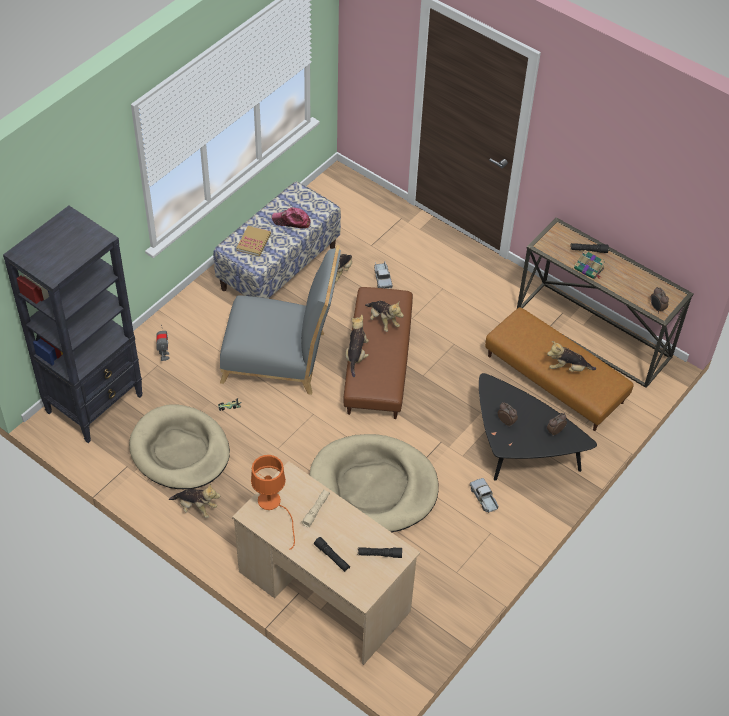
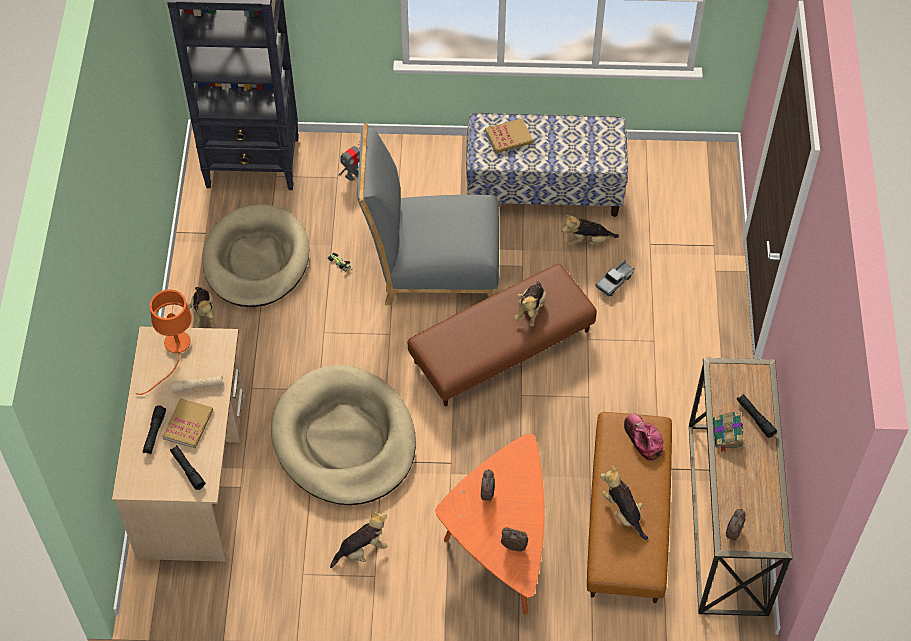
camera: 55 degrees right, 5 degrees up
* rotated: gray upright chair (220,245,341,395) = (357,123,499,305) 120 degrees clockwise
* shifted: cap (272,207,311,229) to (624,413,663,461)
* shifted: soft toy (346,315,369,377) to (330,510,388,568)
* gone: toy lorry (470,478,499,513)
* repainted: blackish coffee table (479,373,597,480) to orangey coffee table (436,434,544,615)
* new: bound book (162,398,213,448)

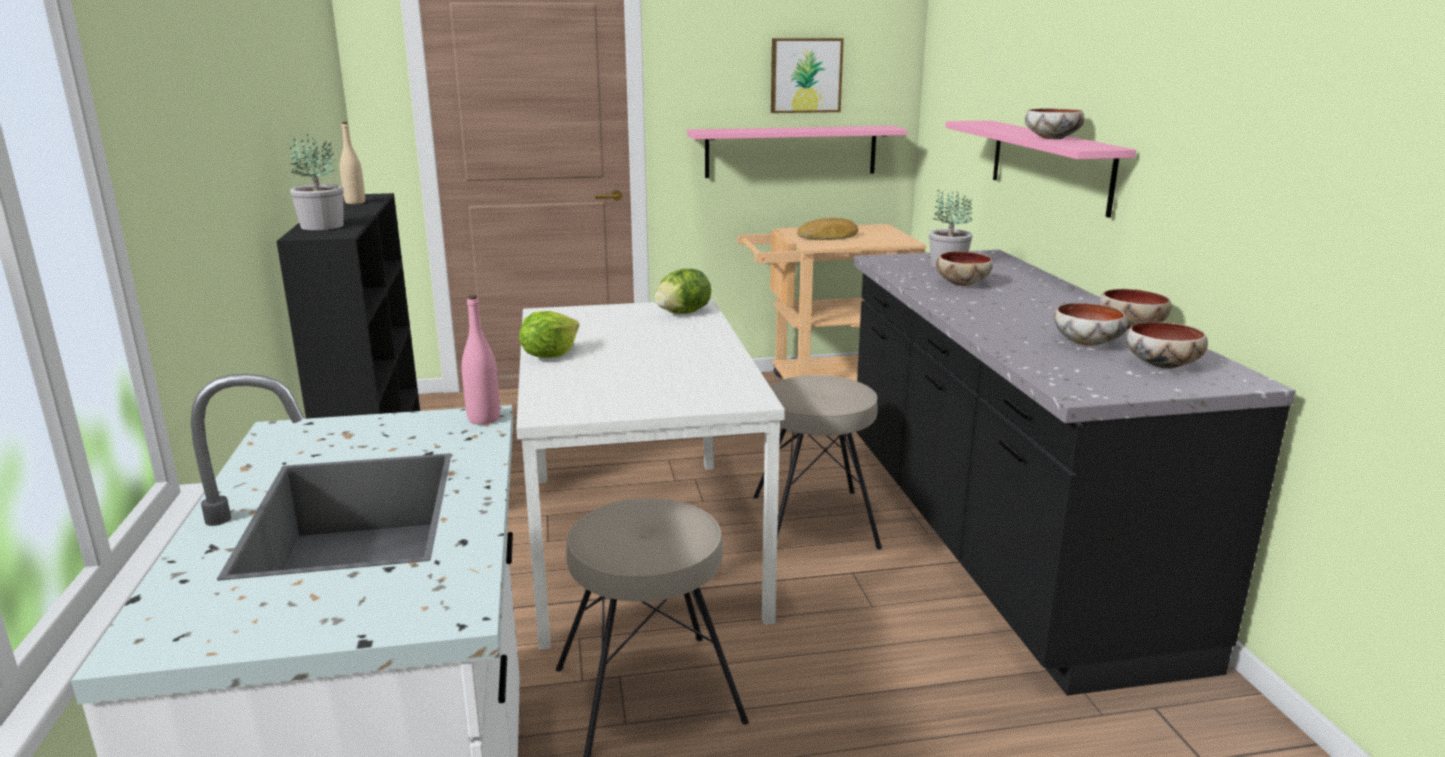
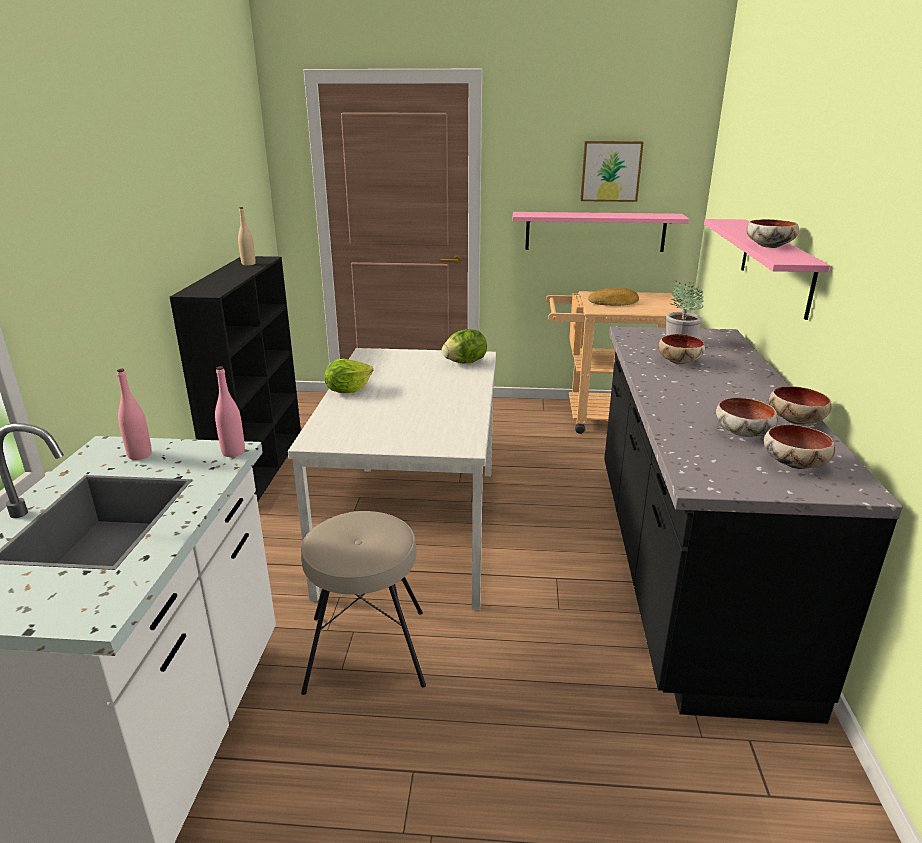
camera: 15 degrees right, 5 degrees up
* gone: plant in a pot (290,133,344,230)
* gone: beige stool (753,375,882,549)
* new: pinkish beverage bottle (117,368,152,460)

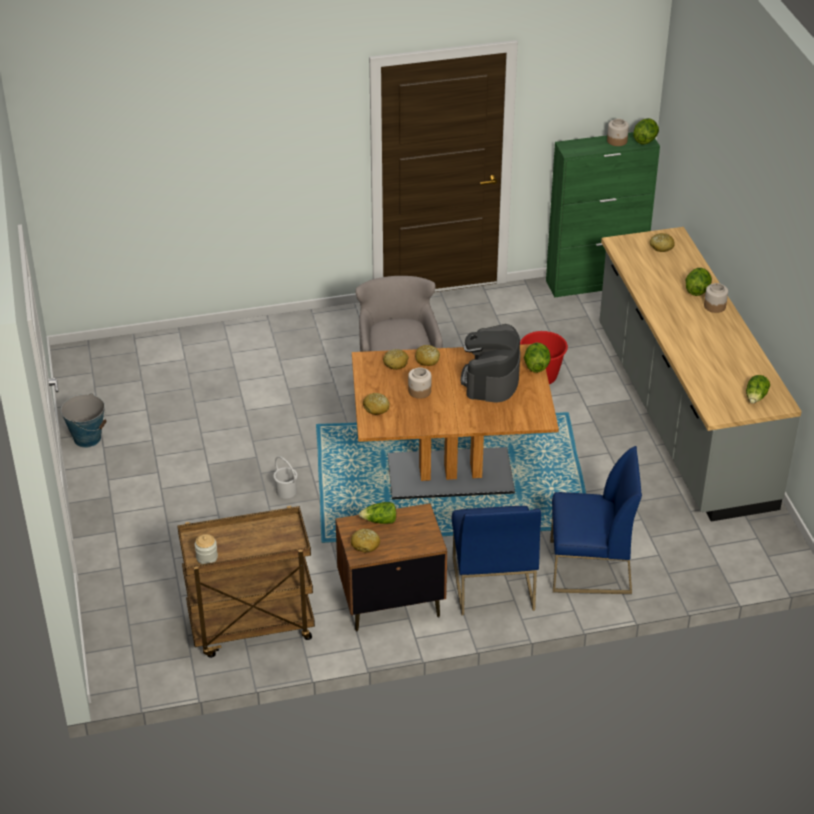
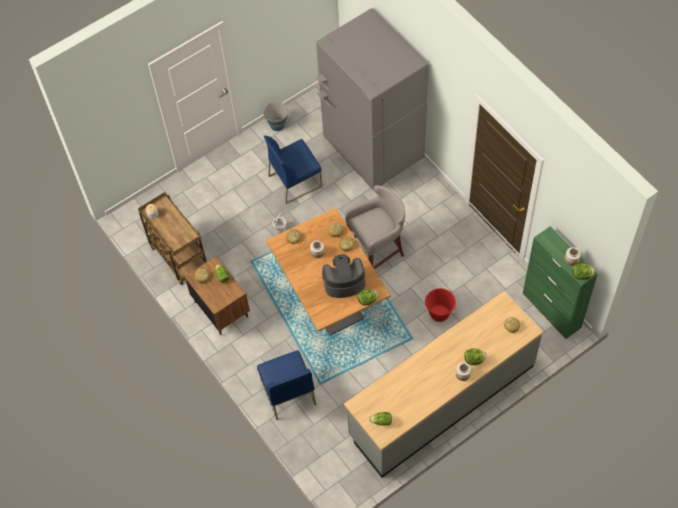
camera: 70 degrees right, 20 degrees up
* shifted: blue-coloured upright chair (452,506,541,615) to (264,136,322,204)
* new: gray fridge (316,8,429,191)

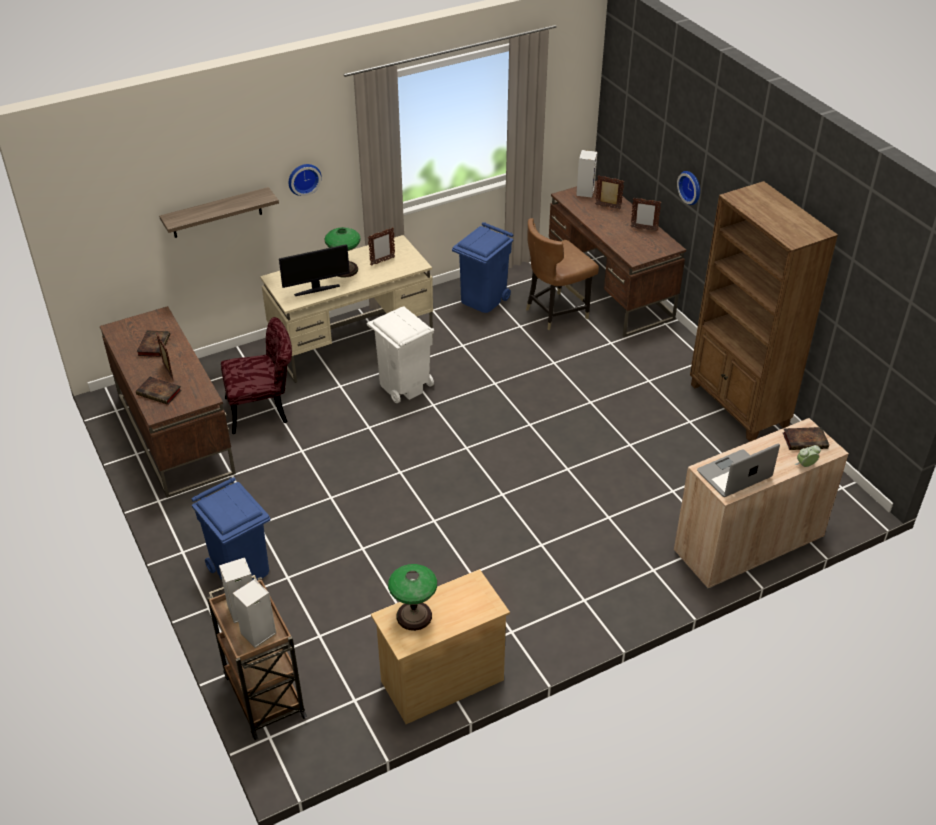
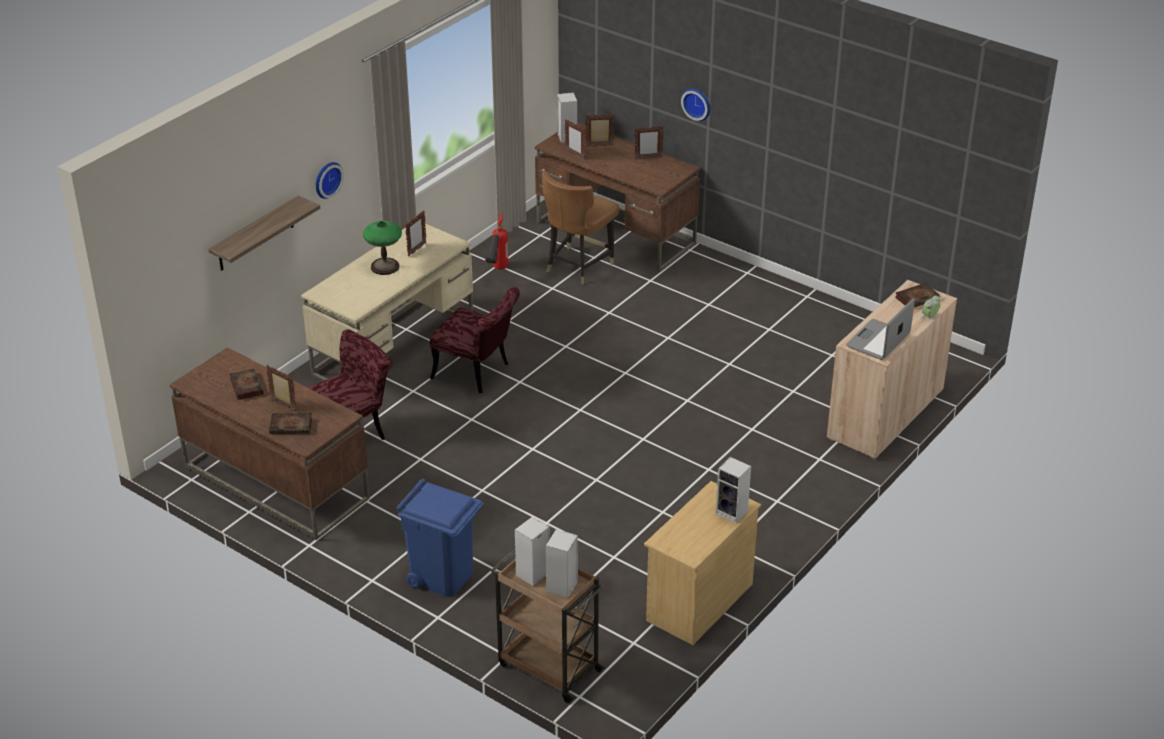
camera: 25 degrees left, 5 degrees down
* gone: computer screen (279,244,350,296)
* swapped: whitish rubbish bin (367,307,434,403) to red upright chair (430,287,520,393)
* gone: lamp for a table (388,564,437,631)
* swapped: blue-coloured rubbish bin (452,222,513,313) to fire-fighting cylinder (485,212,508,269)
* gone: brown-coloured bookshelf (690,181,838,442)
* new: standing frame (564,119,586,160)
* new: speaker (716,457,751,523)

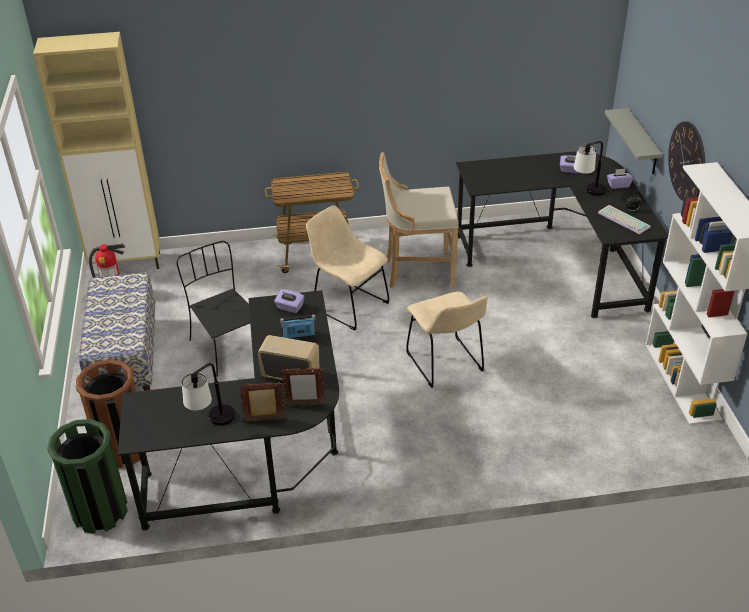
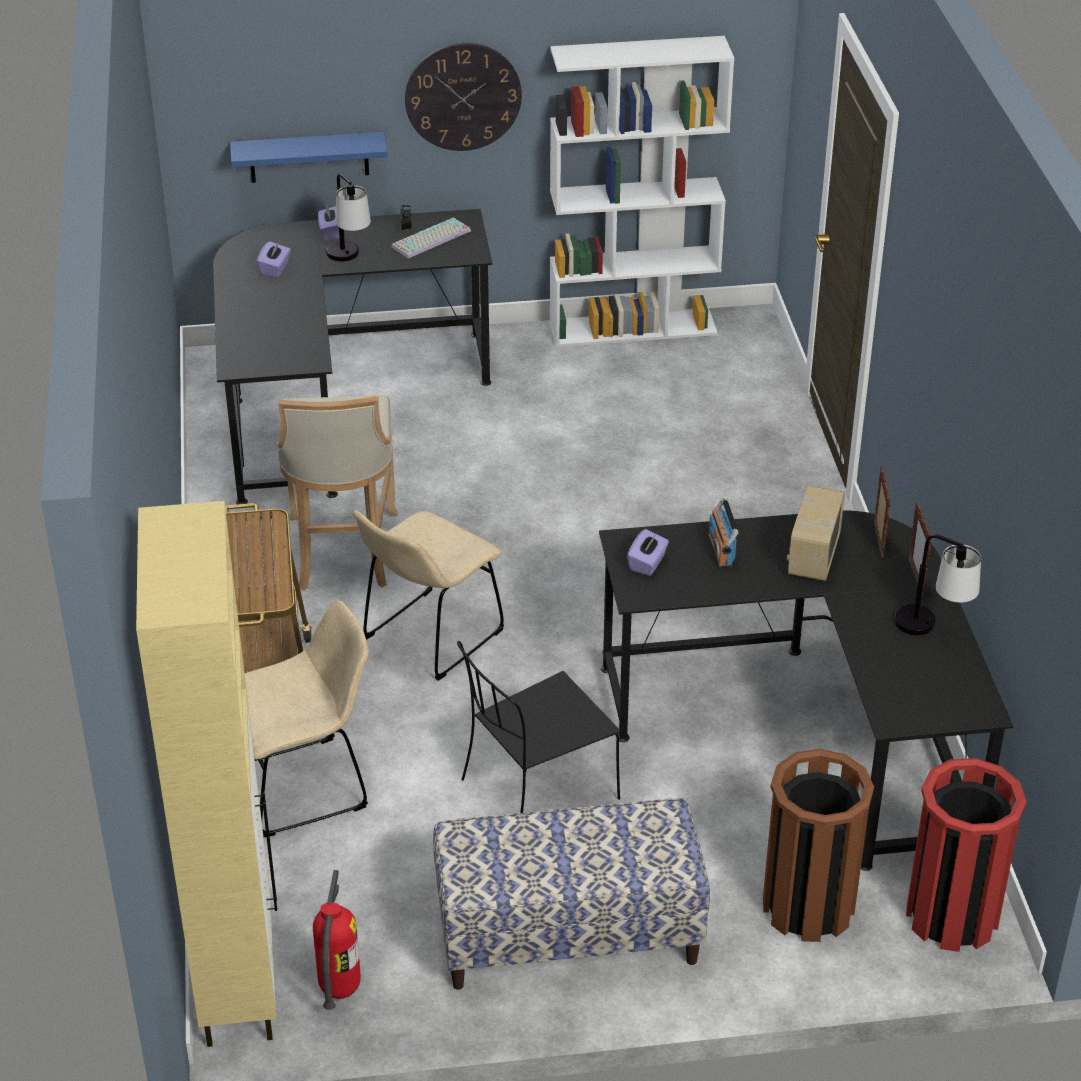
camera: 90 degrees left, 0 degrees up
* repainted: green rubbish bin (47,419,128,534) to red rubbish bin (906,758,1027,952)
* shifted: beige upright chair (406,291,488,388) to (245,600,369,837)
* repainted: gray bracket shelf (605,108,663,174) to blue-coloured bracket shelf (230,132,388,183)

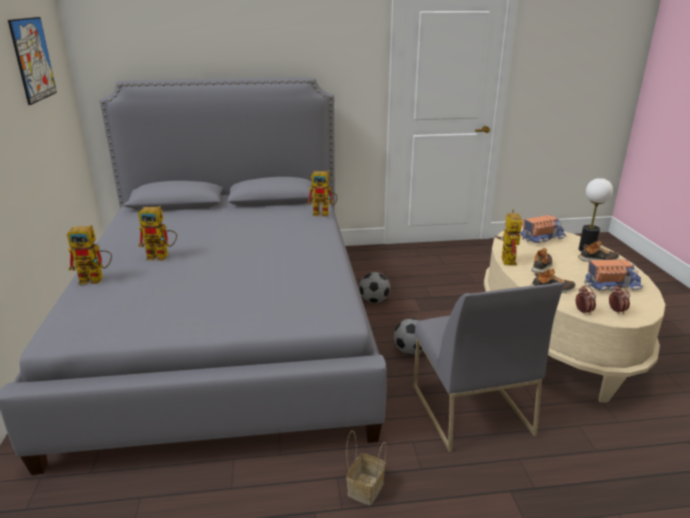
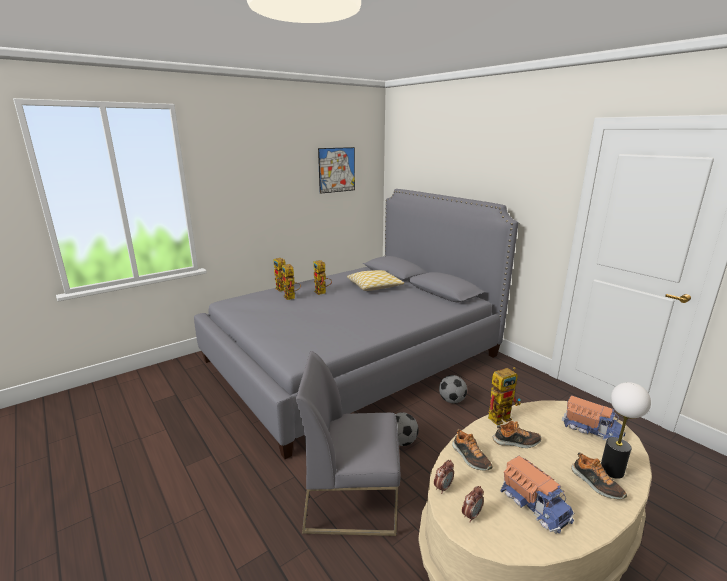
camera: 60 degrees right, 5 degrees down
* shifted: toy robot (307,170,337,216) to (282,264,301,300)
* gone: household basket (346,430,386,505)
* rotated: gray upright chair (413,282,563,453) = (296,351,401,536) 45 degrees clockwise
* new: cushion (347,270,404,291)

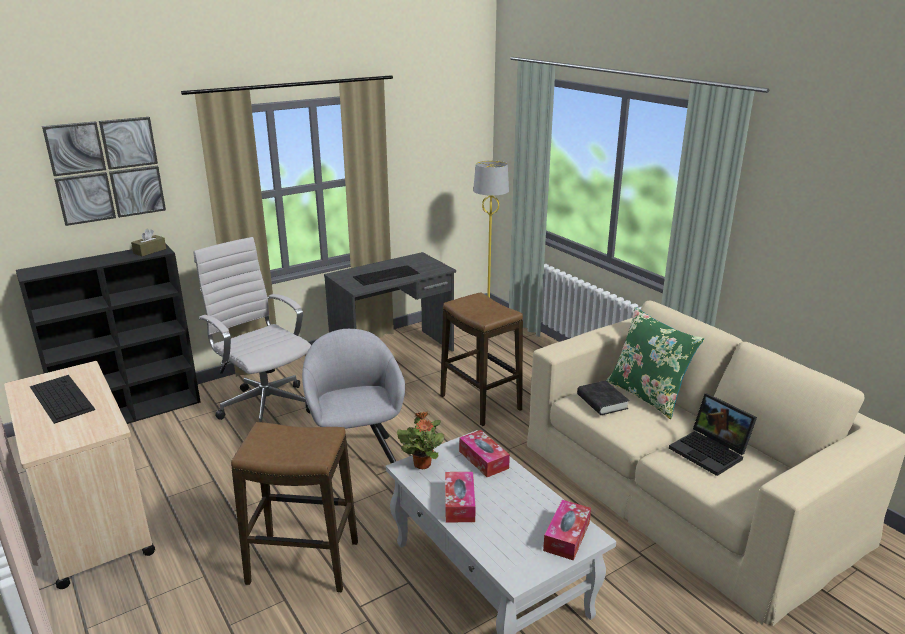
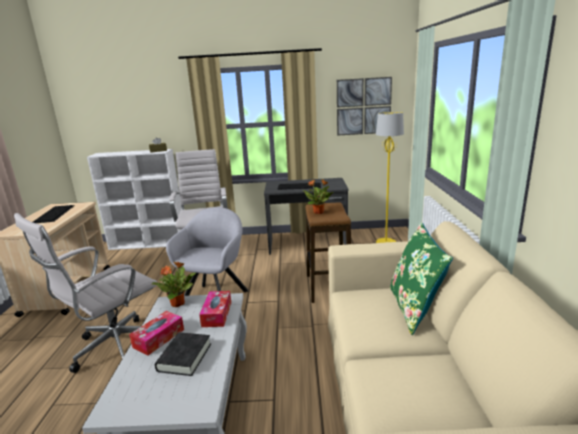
camera: 35 degrees right, 5 degrees down
* repainted: blackish bookshelf (16,243,201,424) to whitish bookshelf (87,149,182,250)
* shifted: wall art (42,117,166,226) to (337,77,392,136)
* swapped: stool (231,422,358,592) to whitish office chair (14,213,158,373)
* gone: tissue holder (543,500,591,561)
* shifted: blackish bound book (577,381,629,415) to (155,332,211,376)
* gone: notebook computer (669,393,757,476)
* new: plant in a pot (303,179,334,214)

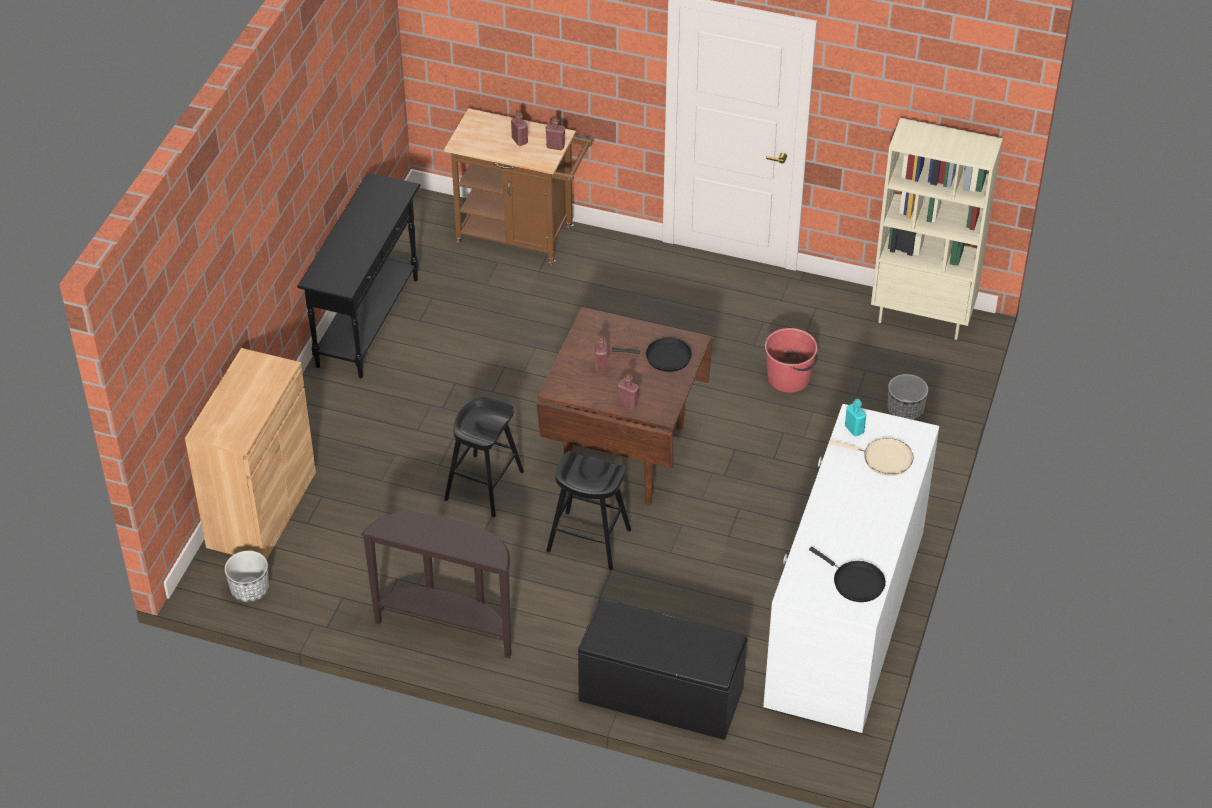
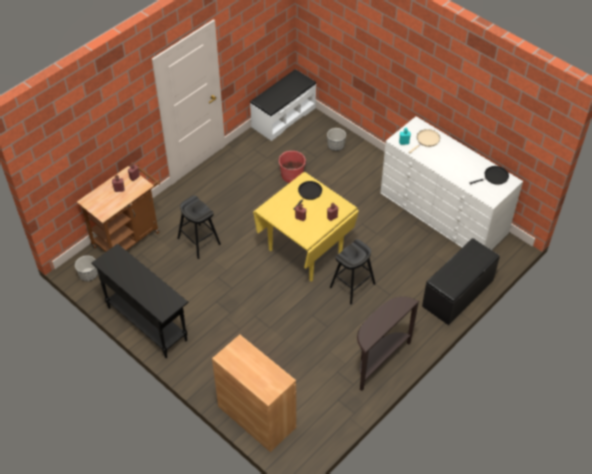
camera: 65 degrees left, 5 degrees up
* shifted: planter (225,551,269,602) to (75,255,98,281)
* shifted: blackish stool (444,396,524,517) to (177,195,221,259)
* repainted: brown-coloured kitchen table (536,307,713,505) to yellow-coloured kitchen table (253,172,359,281)
* swapped: beige bookshelf (871,118,1003,340) to whitish bench (250,69,316,141)

